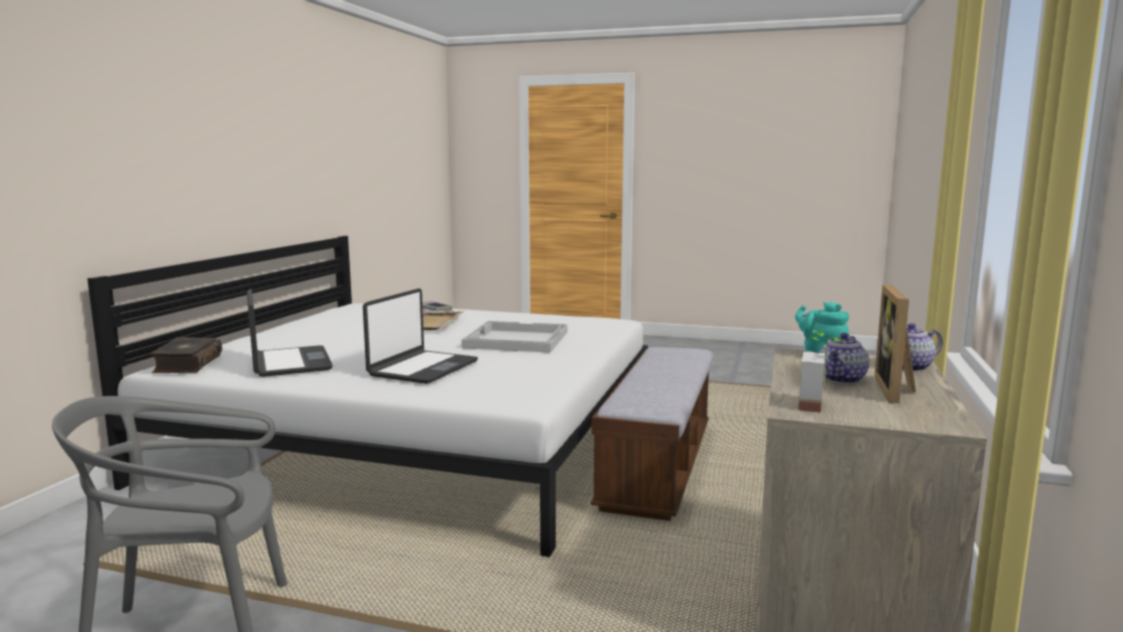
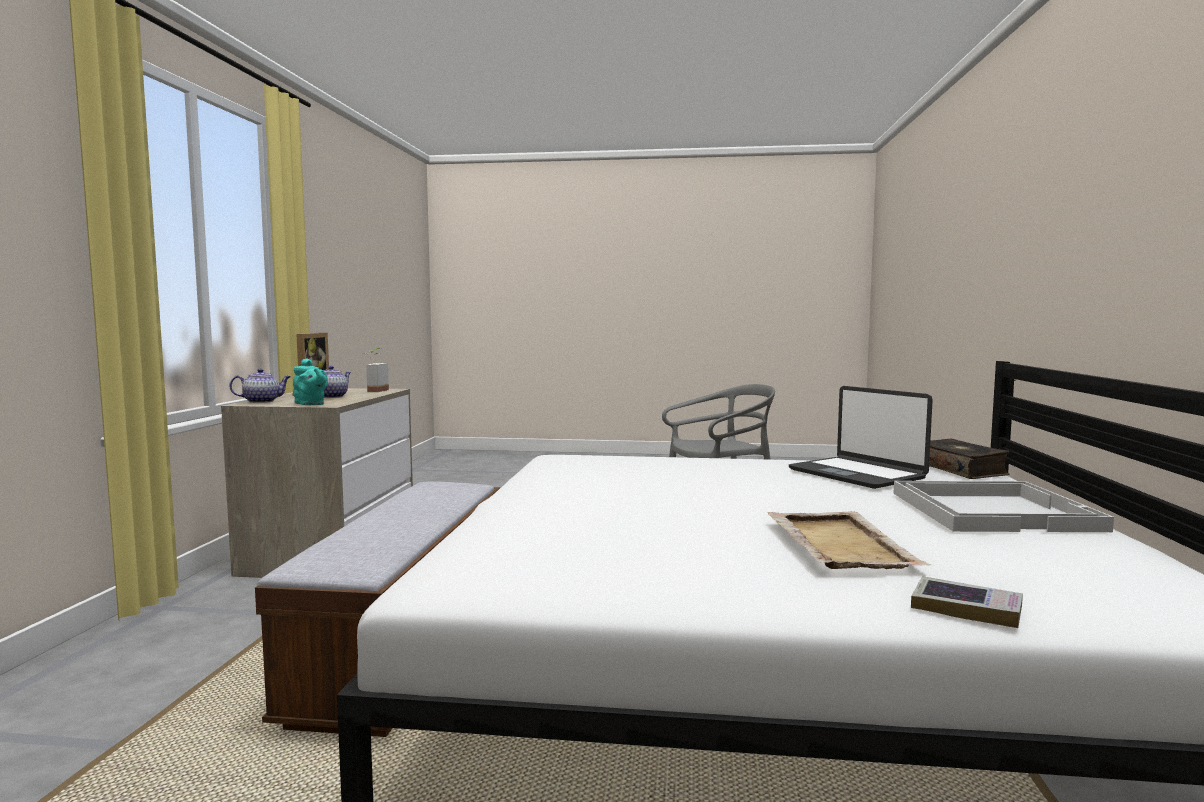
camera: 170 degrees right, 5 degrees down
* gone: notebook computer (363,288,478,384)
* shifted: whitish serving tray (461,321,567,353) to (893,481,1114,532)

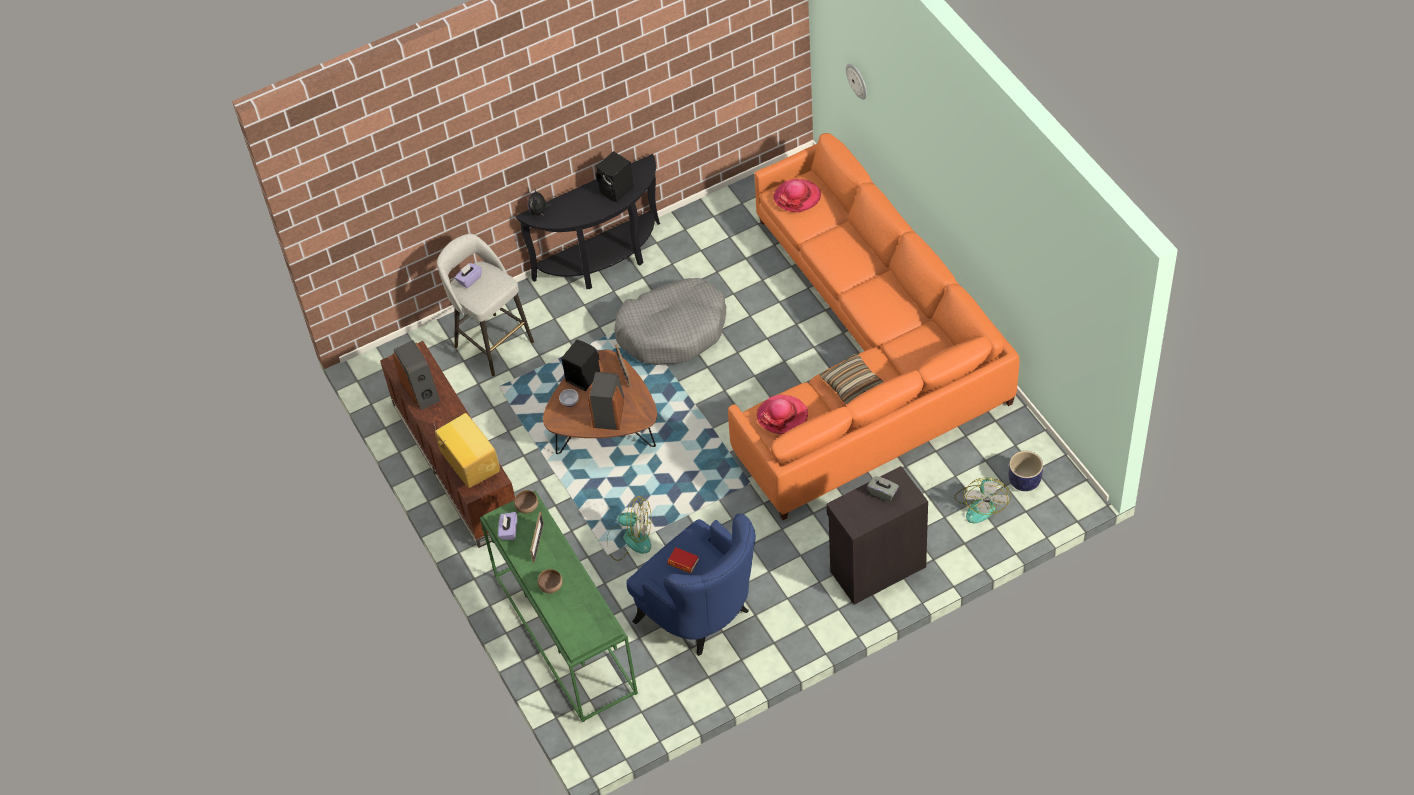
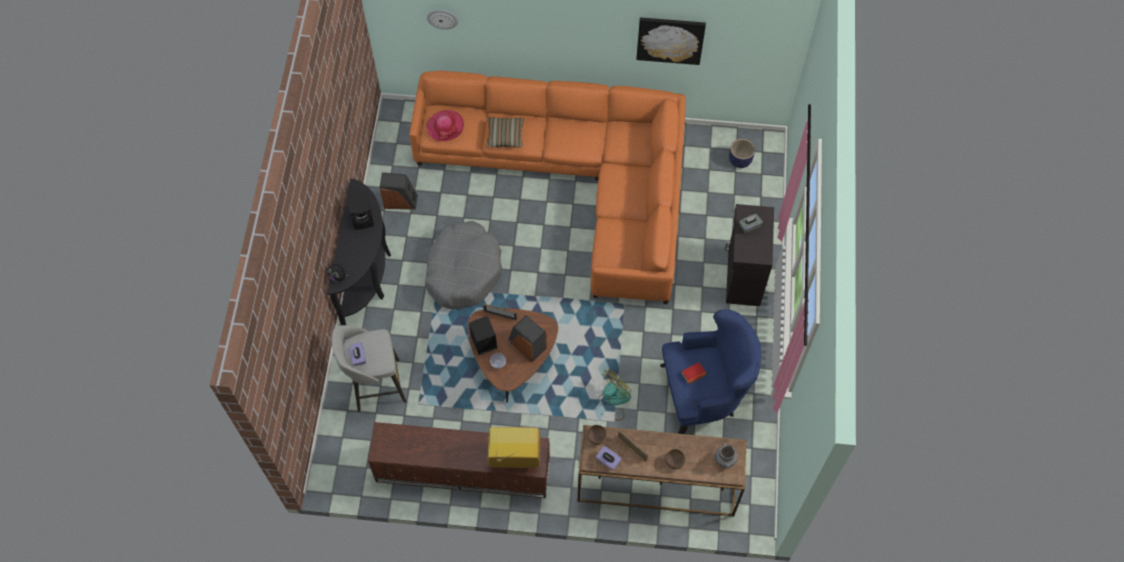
camera: 60 degrees left, 10 degrees up
* shifted: speaker (392,340,440,410) to (380,172,418,210)
* repainted: green console table (480,491,638,723) to brown-coloured console table (578,425,747,517)
* gone: clothing hat (757,395,808,434)
* shifted: cushion (820,354,883,404) to (486,117,524,147)
* gone: fan (954,478,1011,523)
* new: wall art (636,17,706,65)
* new: gray vase (715,443,738,469)

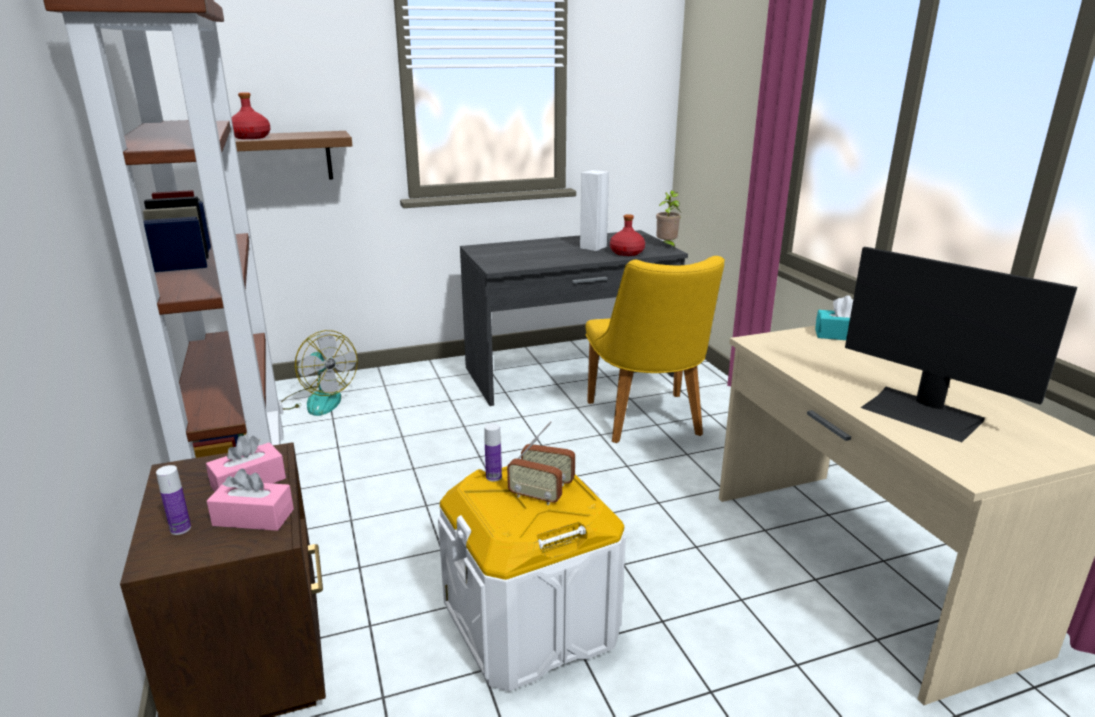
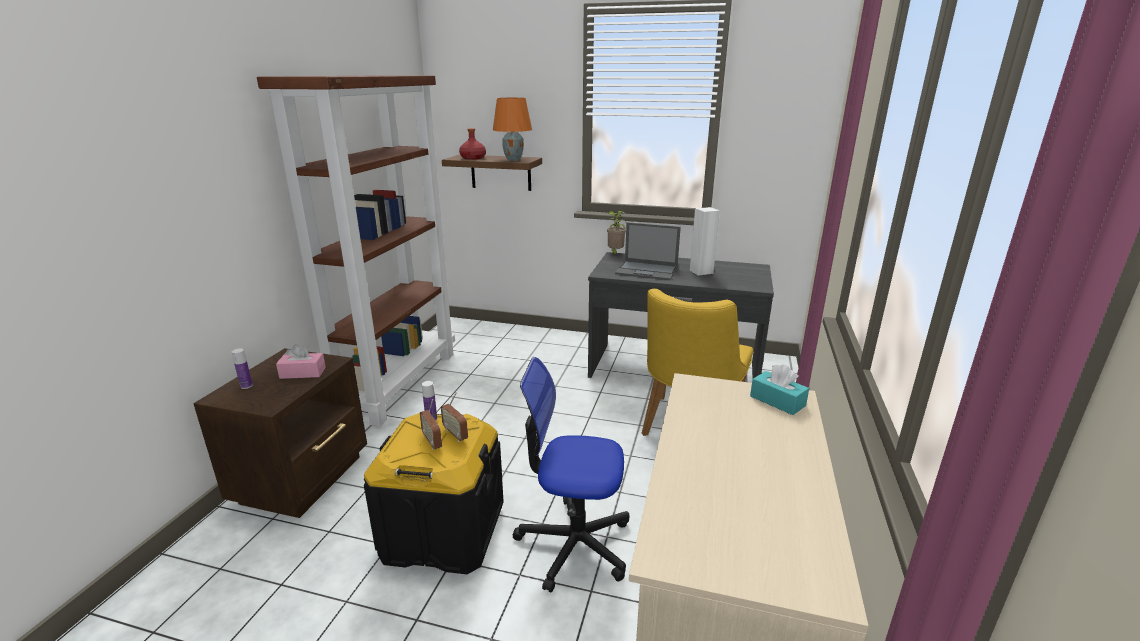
camera: 35 degrees right, 0 degrees up
* gone: pinkish tissue holder (207,468,294,531)
* gone: fan (281,330,358,416)
* repainted: whitish storage container (438,465,626,692) to blackish storage container (364,413,504,574)
* gone: red beverage bottle (610,214,645,256)
* shifted: plant in a pot (656,191,681,249) to (607,211,626,255)
* gone: computer screen (845,247,1077,442)
* new: orangey lamp for a table (493,98,532,161)
* new: office chair (512,357,630,593)
* new: notebook computer (615,222,681,280)

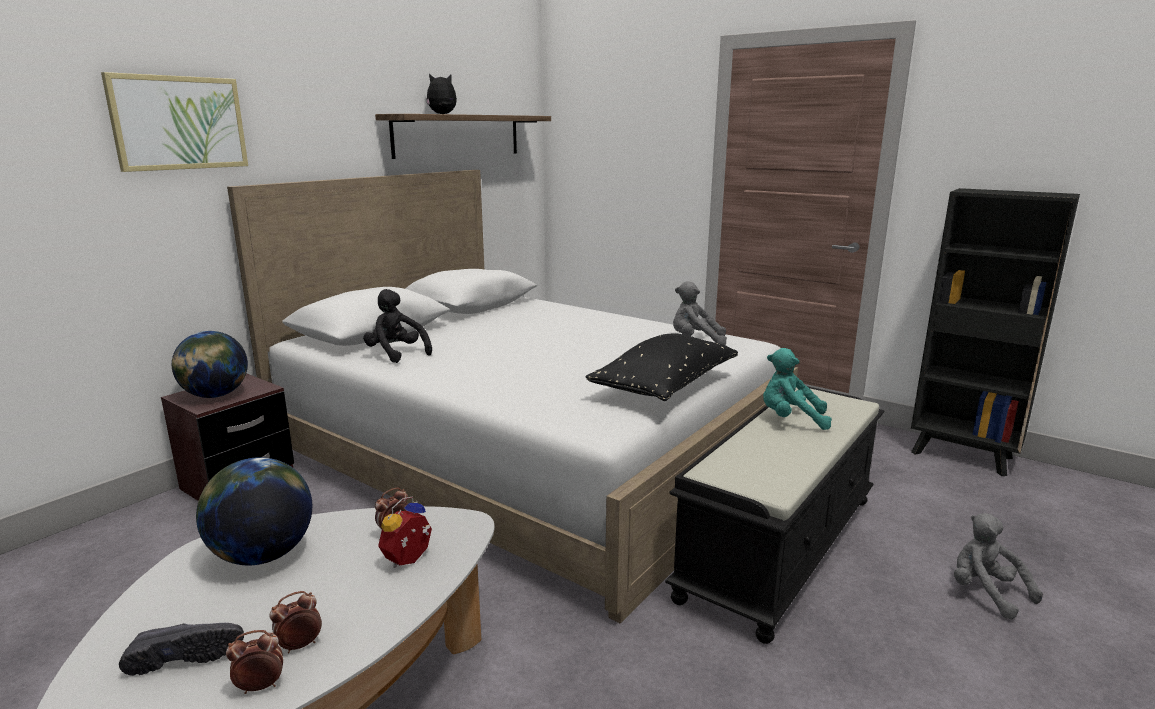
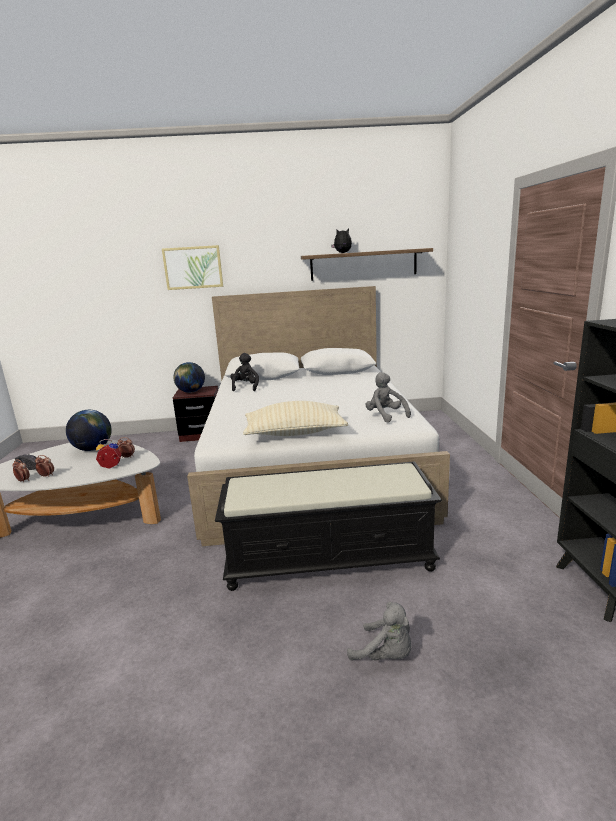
camera: 50 degrees right, 0 degrees up
* repainted: blackish cushion (586,334,738,401) to beige cushion (243,401,348,436)
* gone: turquoise-coloured soft toy (763,348,832,430)
* rotated: gray soft toy (954,513,1043,620) = (347,602,411,660) 105 degrees clockwise

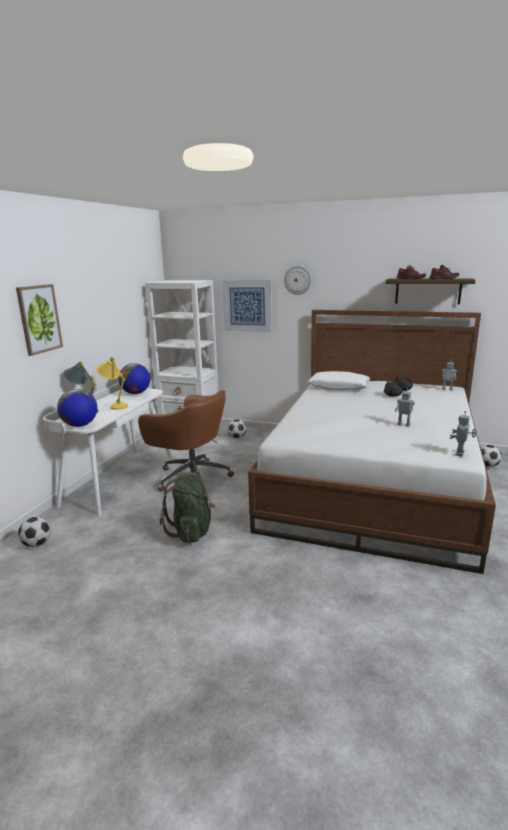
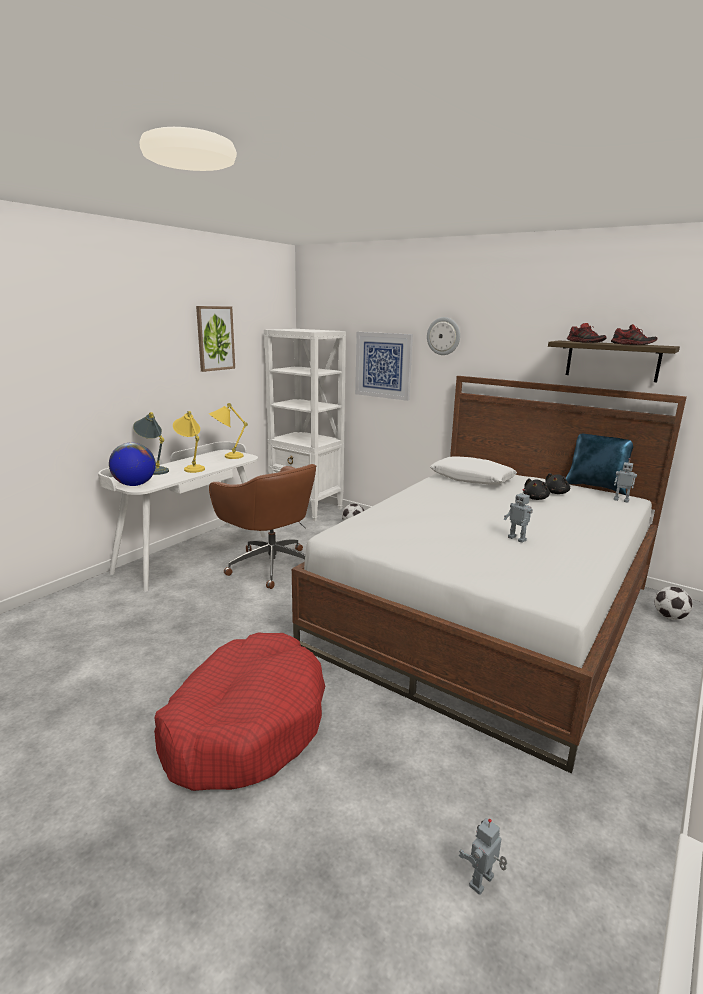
camera: 15 degrees right, 0 degrees up
* shifted: wall art (16,284,63,356) to (196,306,235,372)
* gone: football (18,517,51,547)
* swapped: globe (118,363,150,394) to yellow-coloured lamp for a table (209,403,248,459)
* gone: green backpack (160,474,216,543)
* shifted: toy robot (450,411,477,457) to (459,818,507,895)
* new: red dog cushion (154,632,325,791)
* new: blue-coloured cushion (565,434,633,495)

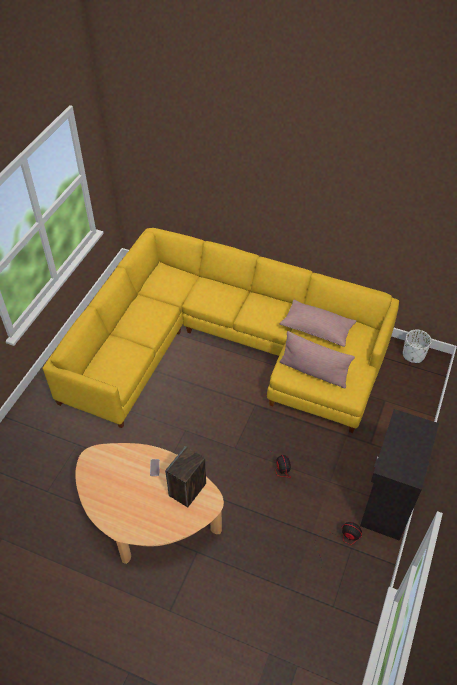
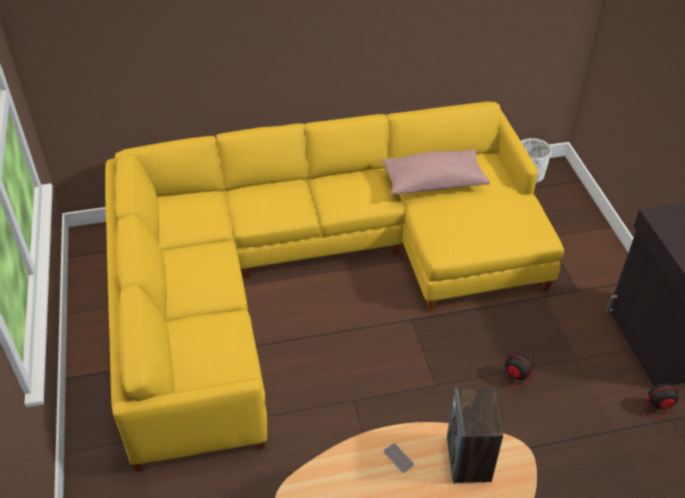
camera: 35 degrees left, 5 degrees down
* gone: pinkish cushion (280,331,355,389)

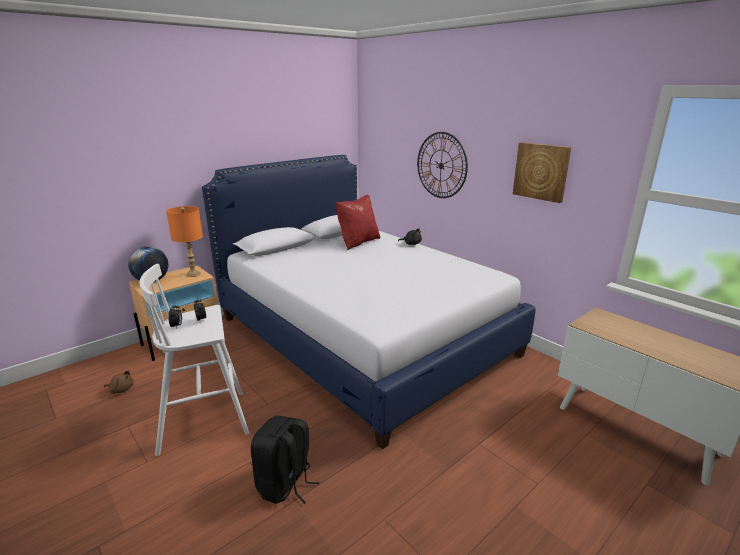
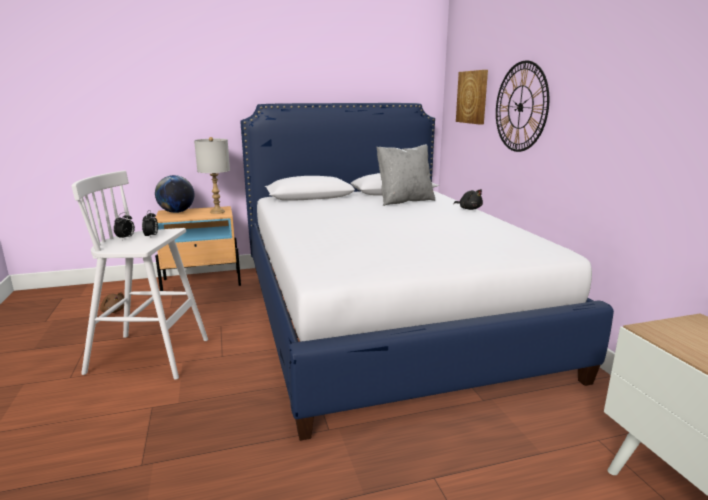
camera: 25 degrees right, 5 degrees down
* repainted: orangey lamp for a table (166,206,203,277) to gray lamp for a table (194,137,230,214)
* gone: blackish backpack (251,416,320,504)
* repainted: red cushion (336,195,381,250) to gray cushion (377,145,435,206)
* shifted: wall art (513,142,571,203) to (456,70,488,125)

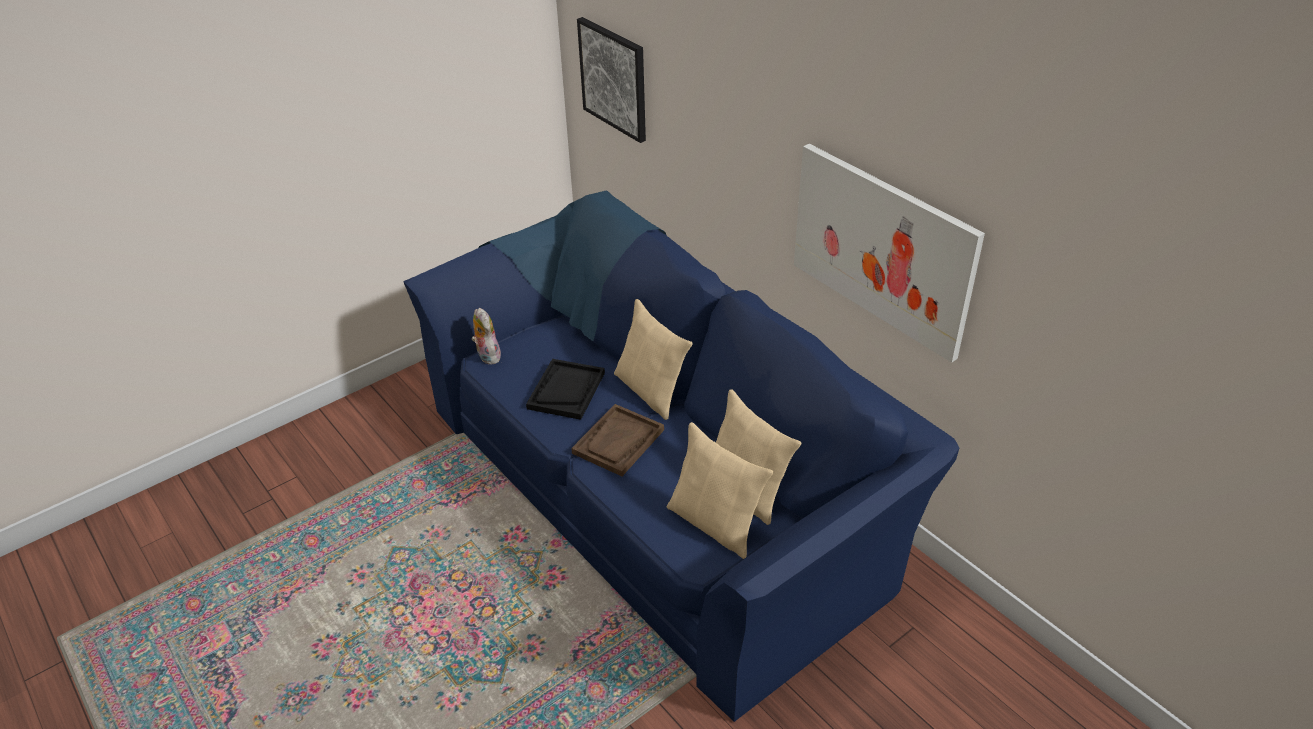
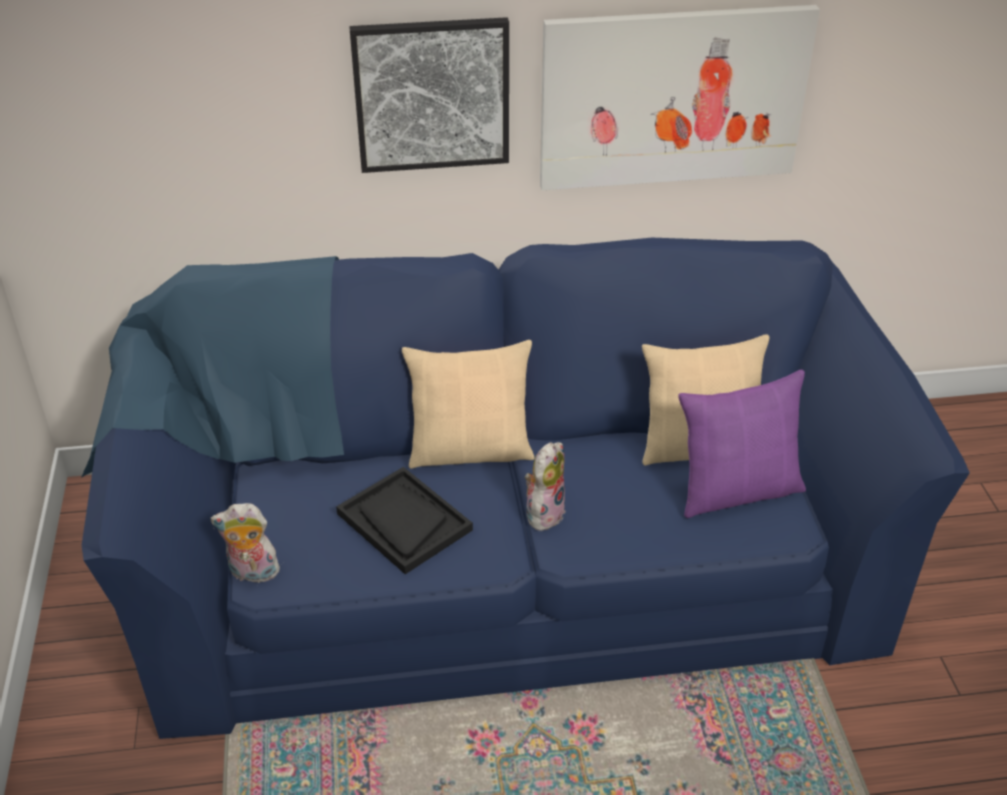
camera: 60 degrees left, 0 degrees up
* swapped: brown-coloured serving tray (571,404,664,476) to soft toy (525,442,566,531)
* shifted: wall art (577,17,646,143) to (349,17,509,173)
* repainted: beige cushion (667,422,773,559) to purple cushion (678,370,806,518)

